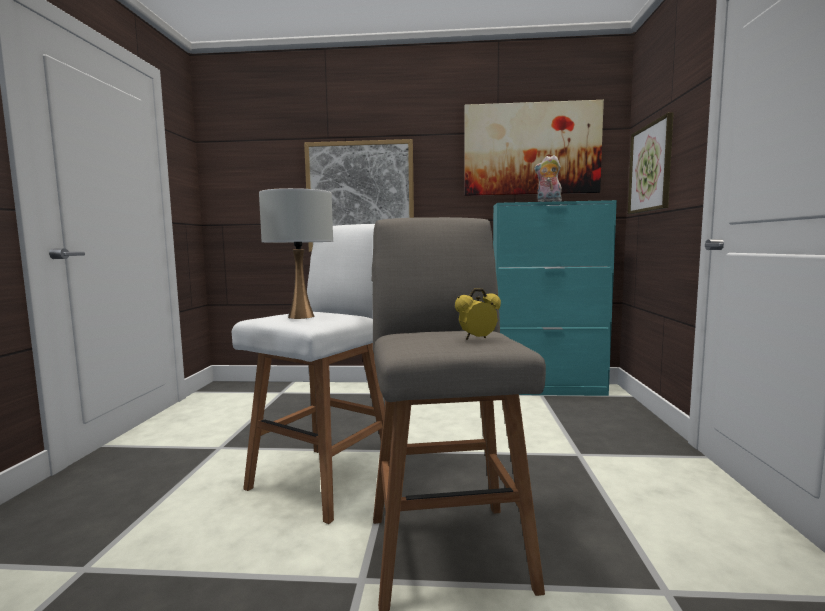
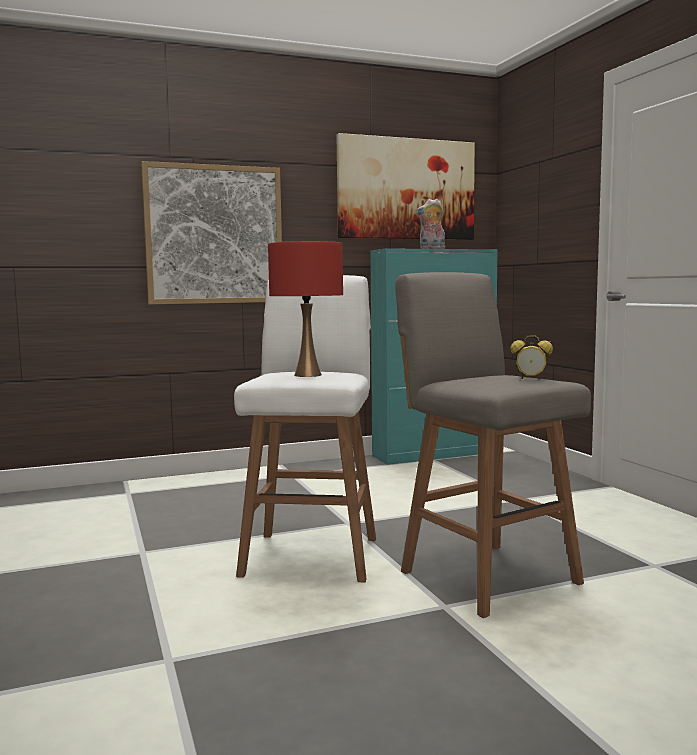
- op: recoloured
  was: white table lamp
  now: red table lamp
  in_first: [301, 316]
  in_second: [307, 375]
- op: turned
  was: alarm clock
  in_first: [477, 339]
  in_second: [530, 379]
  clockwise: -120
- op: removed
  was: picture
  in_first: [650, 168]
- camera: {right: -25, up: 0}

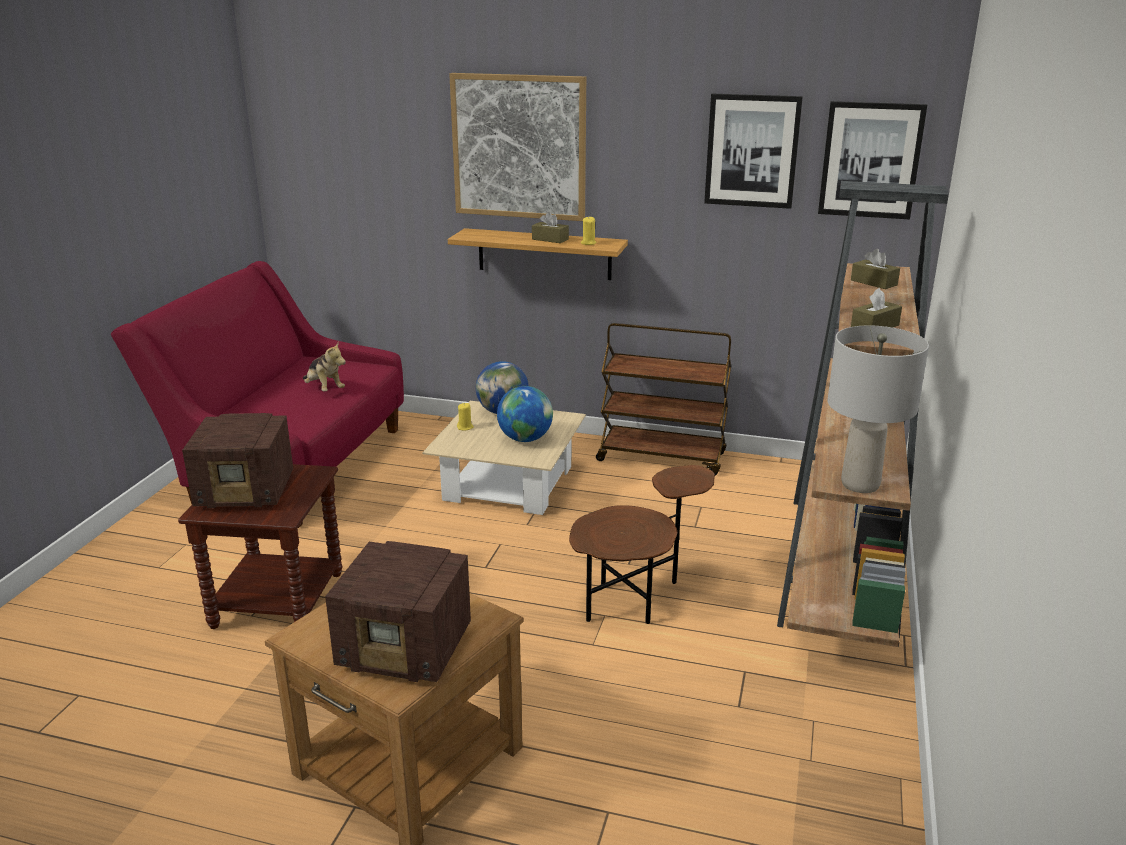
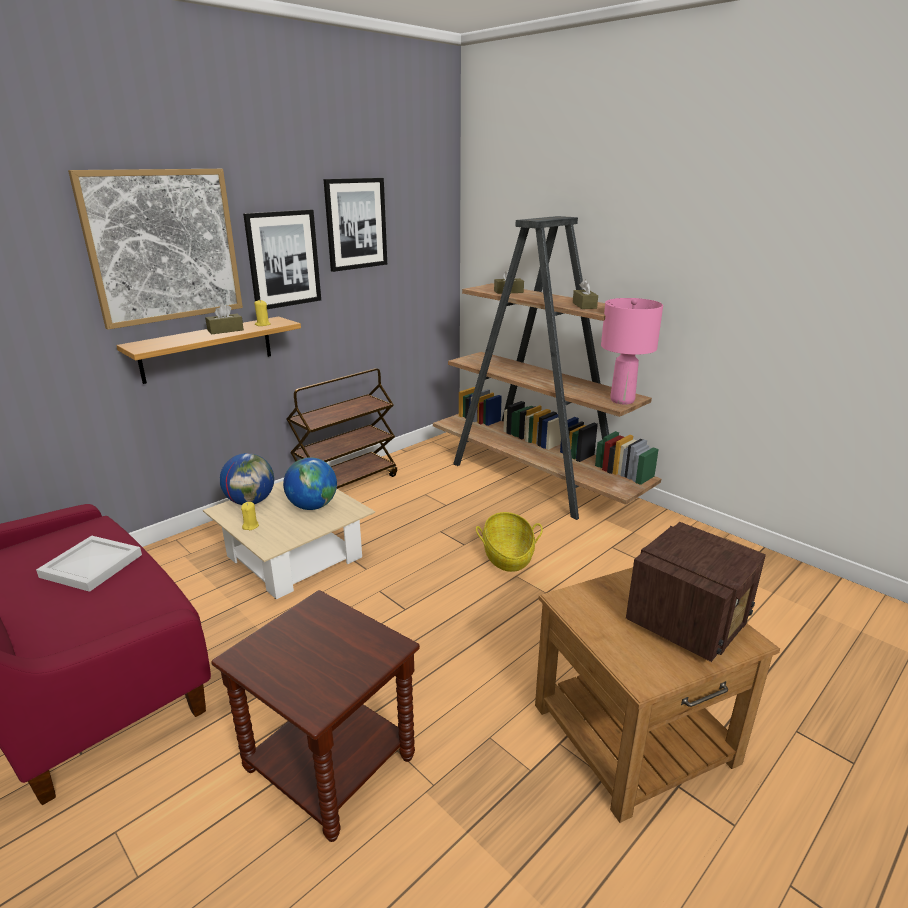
- op: replaced
  was: plush toy
  now: white tray
  in_first: [324, 389]
  in_second: [90, 566]
- op: moved
  was: picture
  in_first: [870, 160]
  in_second: [283, 259]
- op: replaced
  was: brown side table
  now: basket
  in_first: [637, 598]
  in_second: [507, 556]
- op: recoloured
  was: grey table lamp
  now: pink table lamp
  in_first: [860, 484]
  in_second: [622, 400]
- op: removed
  was: radio
  in_first: [247, 492]
- camera: {right: -60, up: 0}

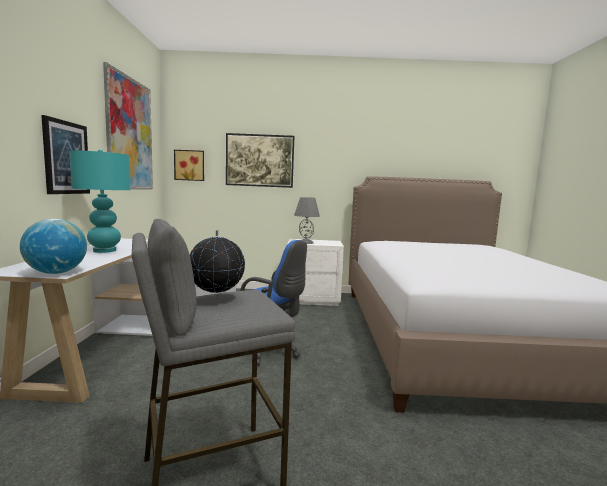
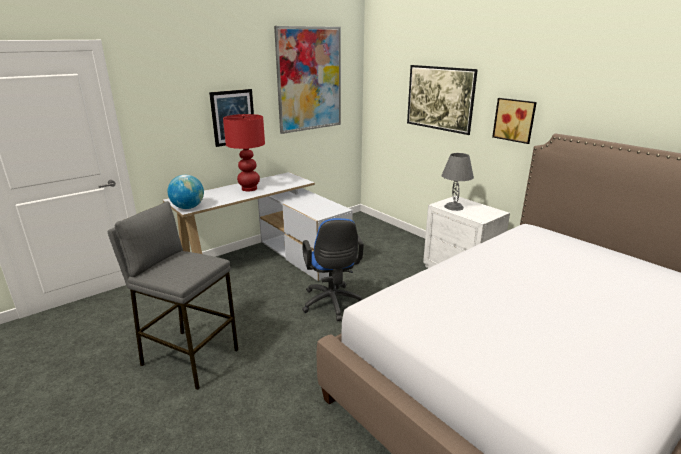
- op: recoloured
  was: turquoise table lamp
  now: red table lamp
  in_first: [105, 251]
  in_second: [249, 189]
- op: moved
  was: picture
  in_first: [189, 165]
  in_second: [515, 120]
- op: removed
  was: globe
  in_first: [216, 299]
- camera: {right: 50, up: 15}

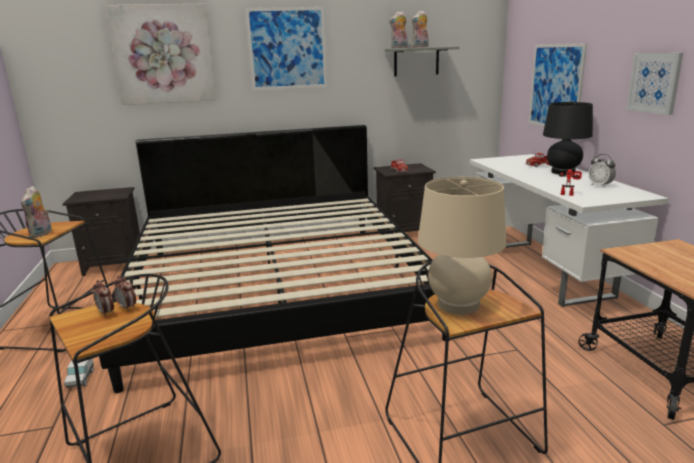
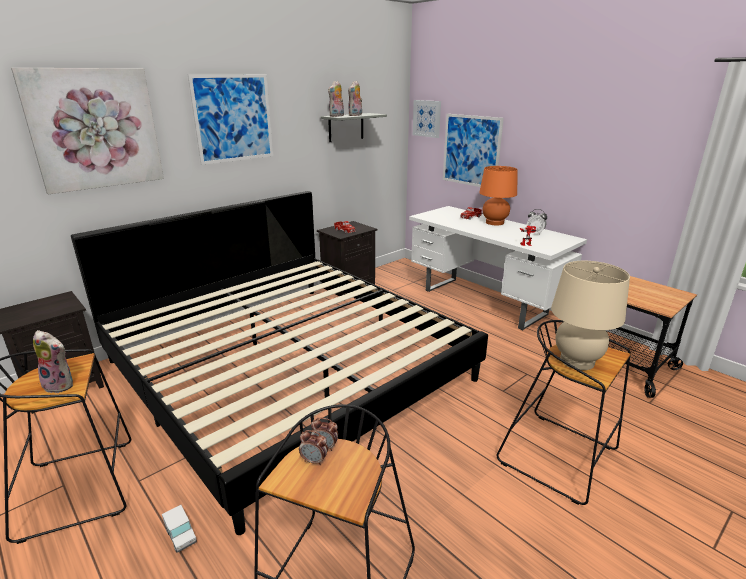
- op: turned
  was: plush toy
  in_first: [41, 234]
  in_second: [61, 385]
  clockwise: -45
- op: moved
  was: picture
  in_first: [654, 82]
  in_second: [427, 118]
- op: recoloured
  was: black table lamp
  now: orange table lamp
  in_first: [563, 172]
  in_second: [494, 222]
- camera: {right: -30, up: 5}

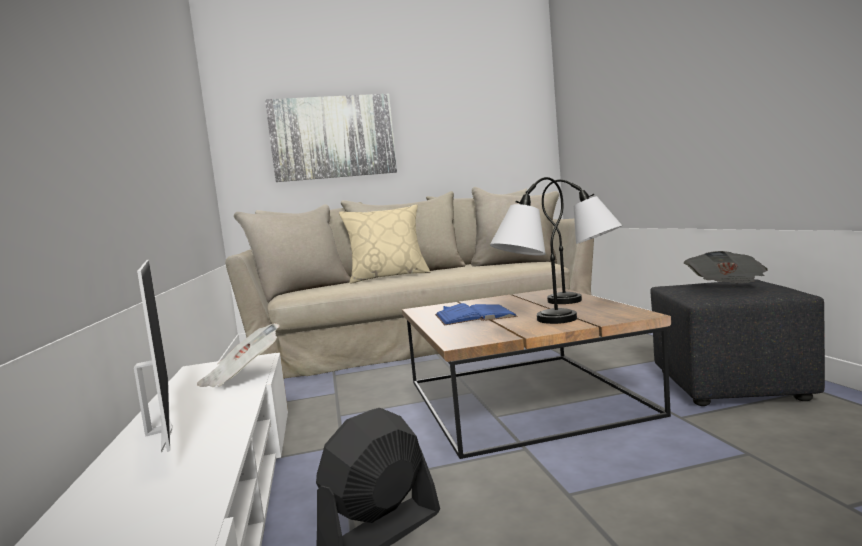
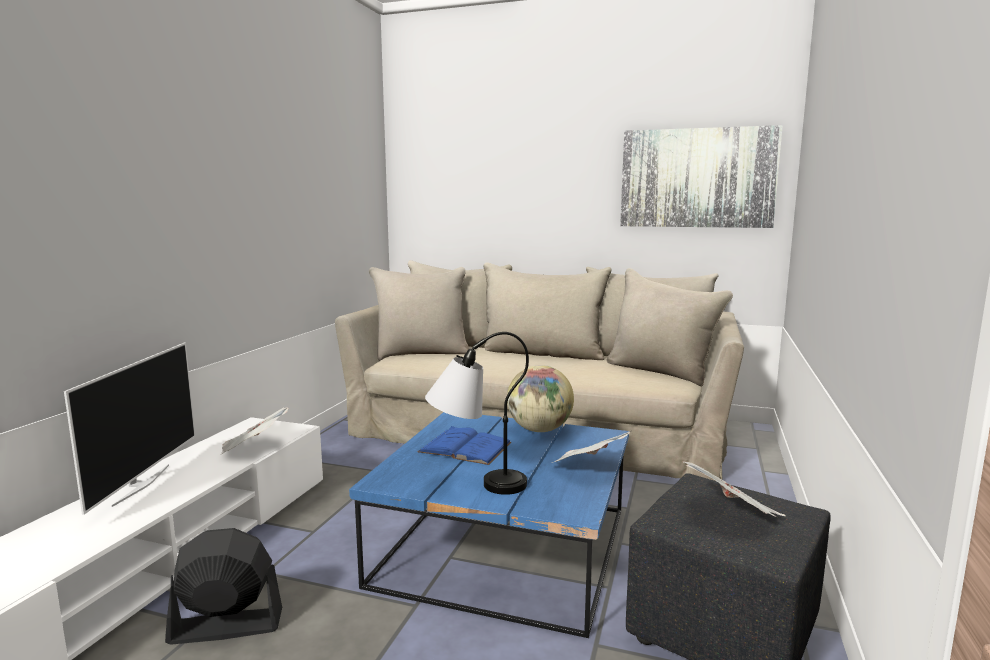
- op: recoloured
  was: brown coffee table
  now: blue coffee table
  in_first: [524, 396]
  in_second: [507, 545]
- op: added
  now: globe
  in_second: [539, 430]
- op: replaced
  was: table lamp
  now: newspaper
  in_first: [586, 301]
  in_second: [589, 468]
- op: moved
  was: picture
  in_first: [333, 137]
  in_second: [697, 178]
- op: removed
  was: beige pillow
  in_first: [388, 277]
- camera: {right: 30, up: 5}

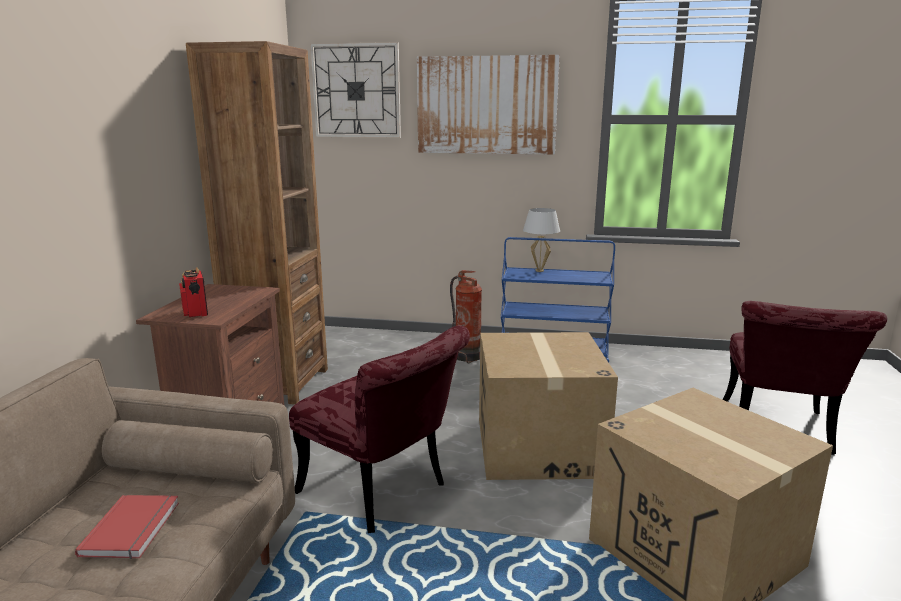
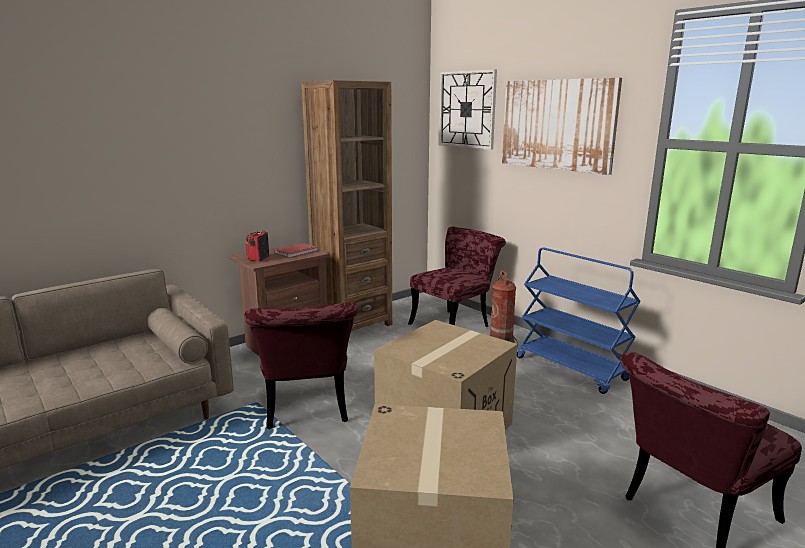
- op: moved
  was: red book
  in_first: [134, 528]
  in_second: [297, 252]
- op: added
  now: red chair
  in_second: [455, 323]
- op: removed
  was: white table lamp
  in_first: [539, 270]
- camera: {right: 40, up: 0}

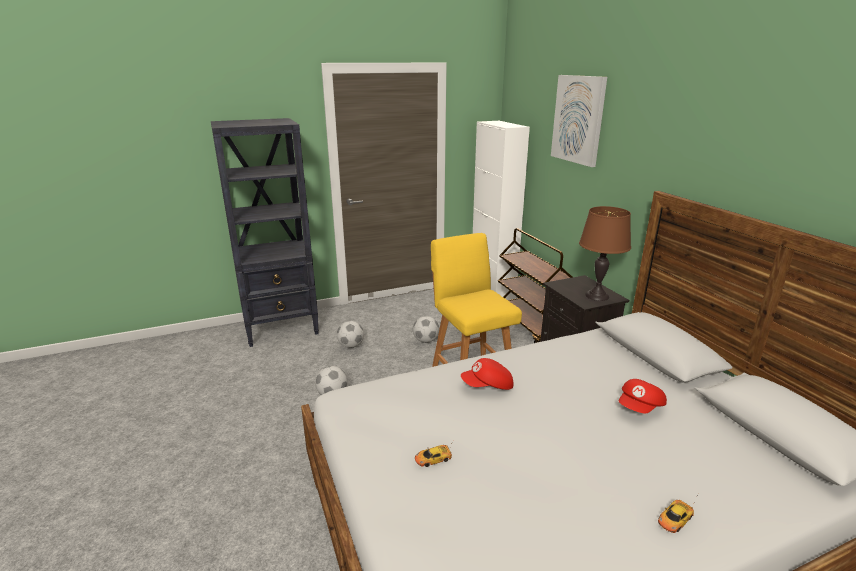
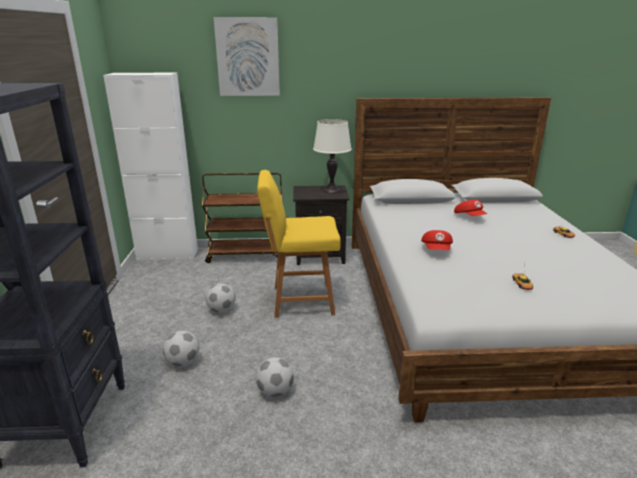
- op: recoloured
  was: brown table lamp
  now: white table lamp
  in_first: [597, 296]
  in_second: [331, 191]
- camera: {right: -70, up: 0}

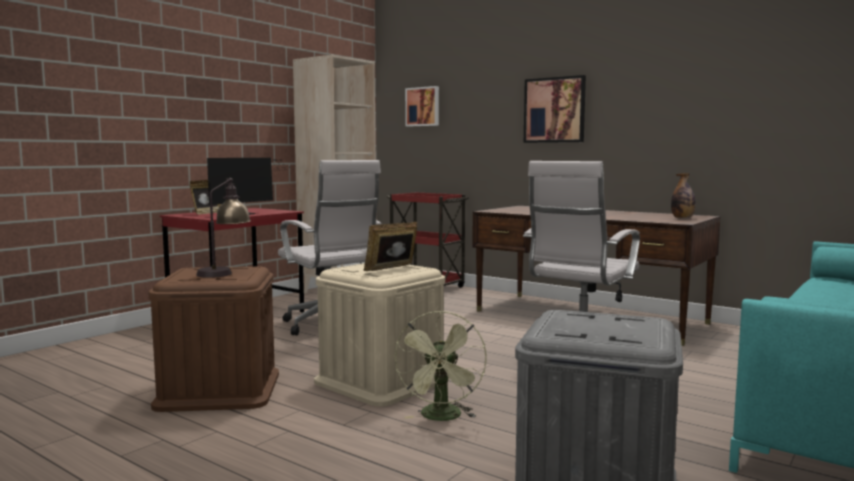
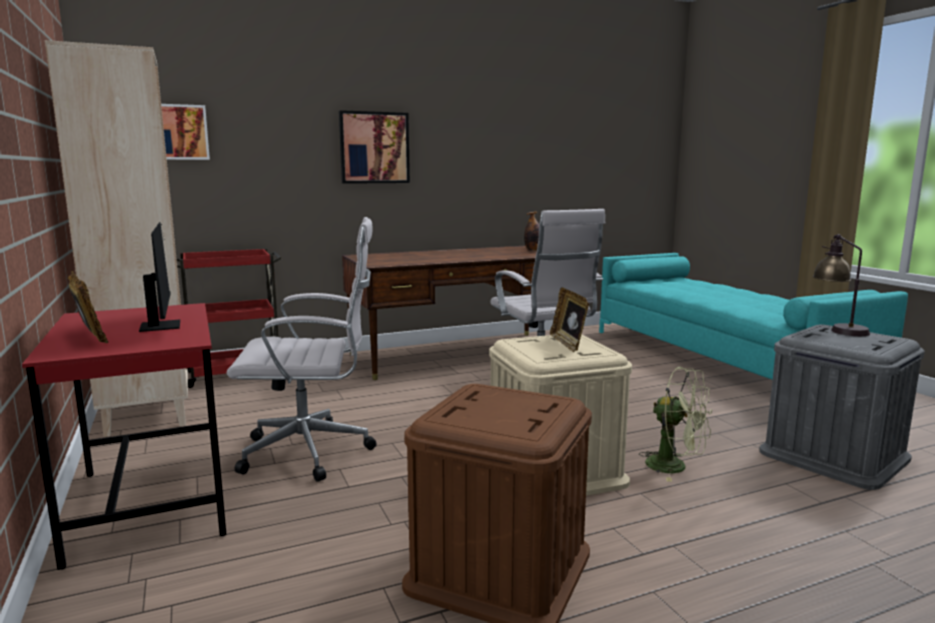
- op: moved
  was: table lamp
  in_first: [225, 272]
  in_second: [837, 329]
- camera: {right: -60, up: 5}

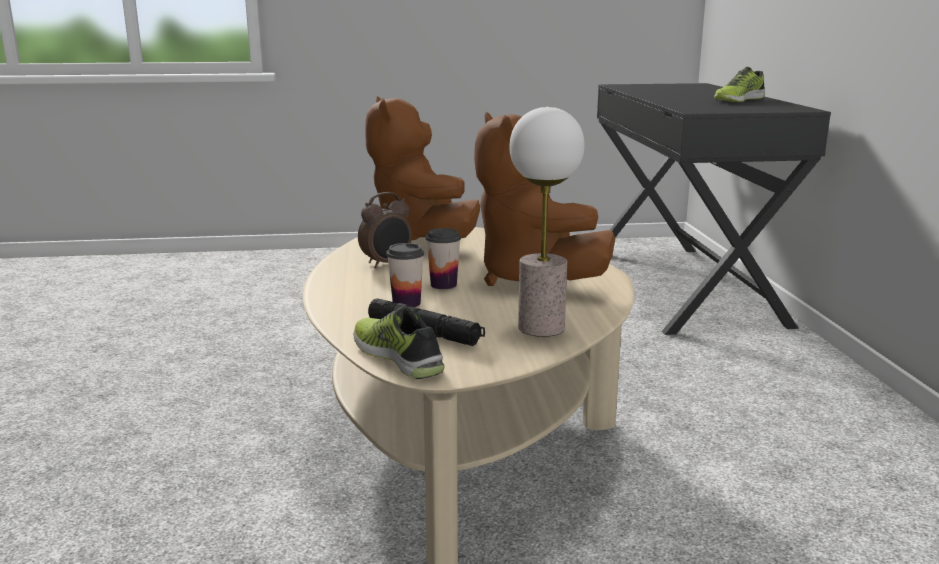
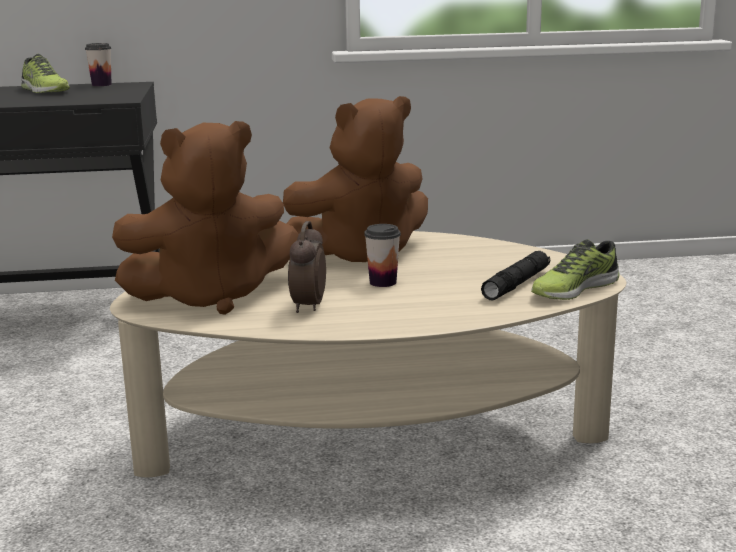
- op: moved
  was: cup
  in_first: [406, 303]
  in_second: [101, 85]
- op: turned
  was: alarm clock
  in_first: [387, 264]
  in_second: [307, 306]
  clockwise: -135
- op: removed
  was: table lamp
  in_first: [540, 327]
- camera: {right: -90, up: 0}

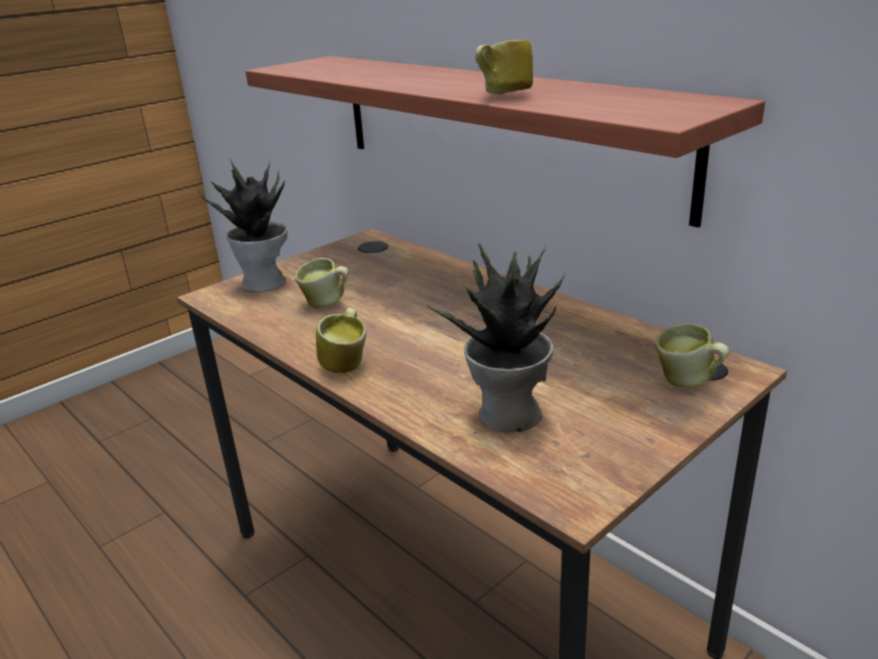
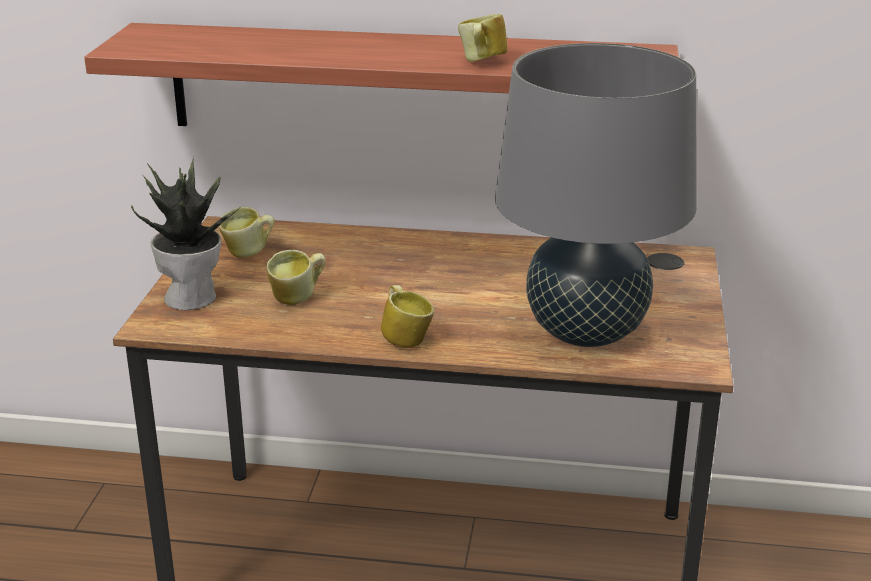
- op: moved
  was: mug
  in_first: [688, 383]
  in_second: [249, 253]
- op: replaced
  was: potted plant
  now: grey table lamp
  in_first: [508, 415]
  in_second: [586, 332]
- camera: {right: -40, up: 0}

